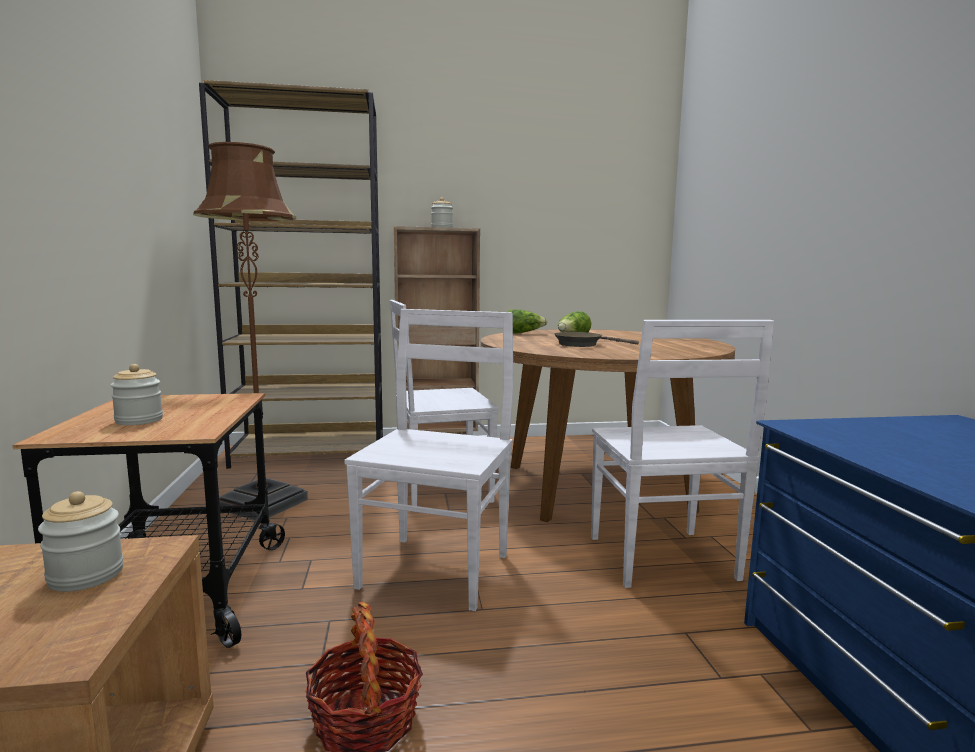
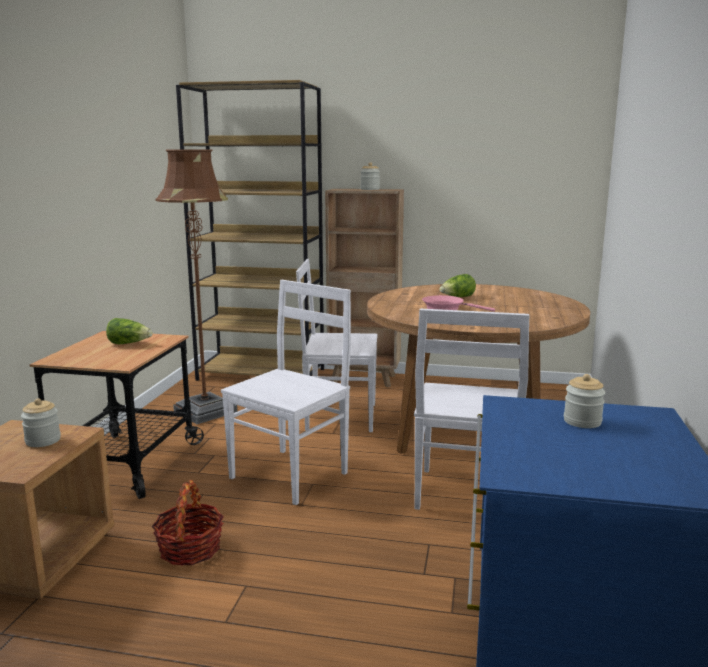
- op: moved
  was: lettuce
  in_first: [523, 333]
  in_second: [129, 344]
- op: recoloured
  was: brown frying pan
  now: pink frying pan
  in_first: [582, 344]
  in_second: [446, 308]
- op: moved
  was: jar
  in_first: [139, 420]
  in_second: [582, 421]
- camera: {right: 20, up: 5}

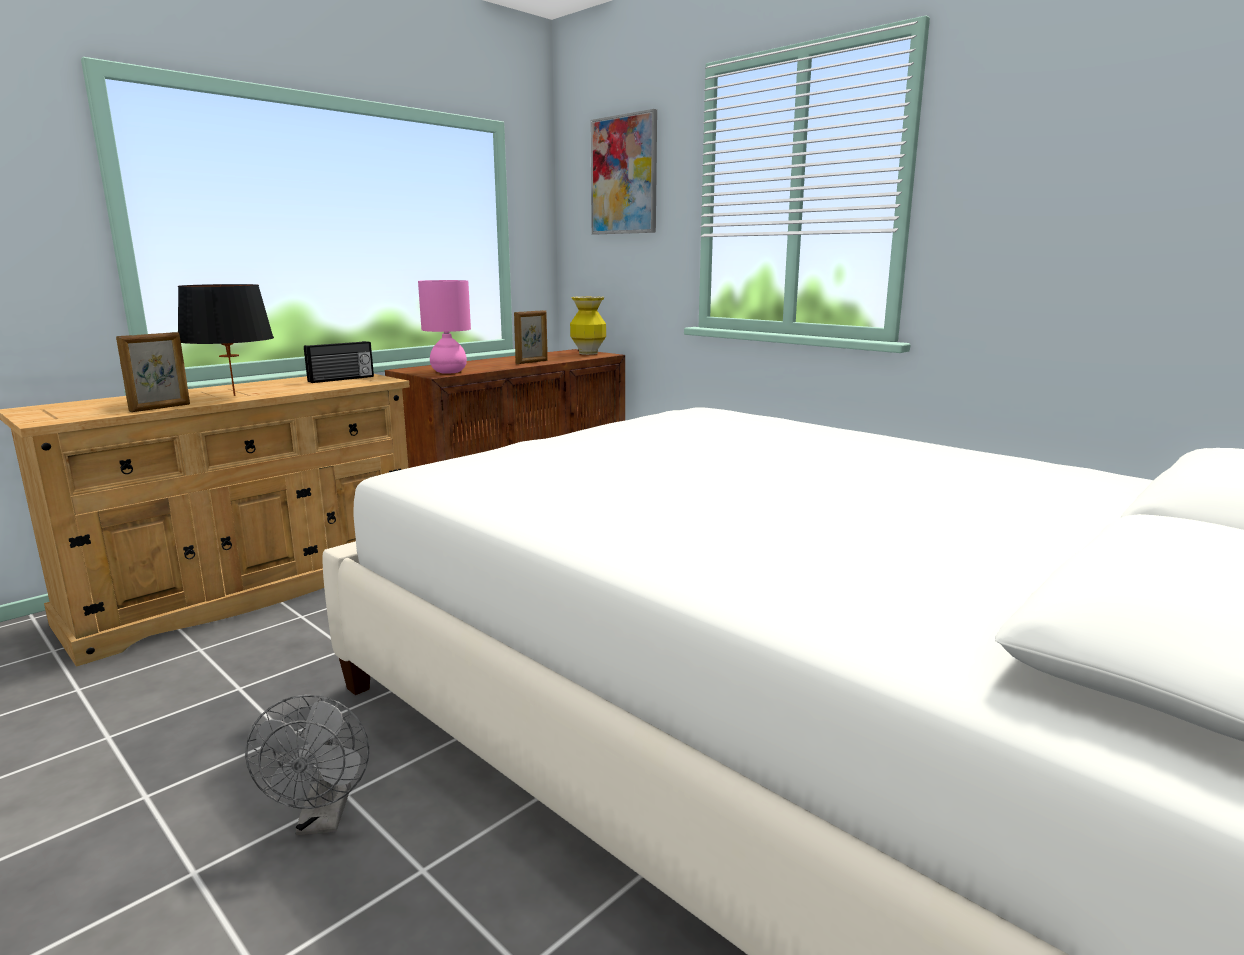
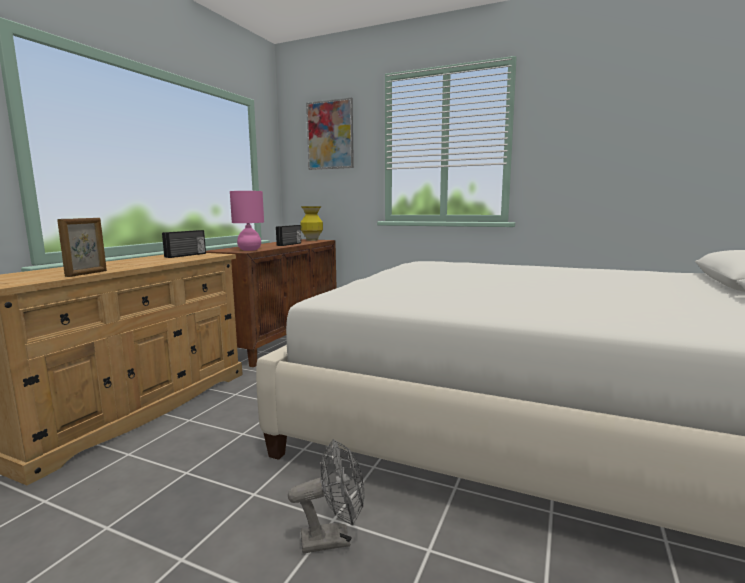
- op: replaced
  was: picture frame
  now: radio
  in_first: [532, 362]
  in_second: [289, 244]
- op: turned
  was: grey fan
  in_first: [323, 820]
  in_second: [333, 539]
  clockwise: -75
- op: removed
  was: black table lamp
  in_first: [234, 395]
- camera: {right: -20, up: -5}

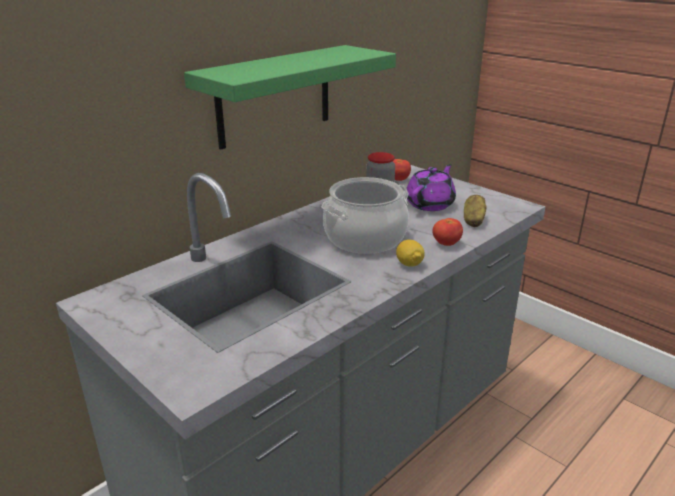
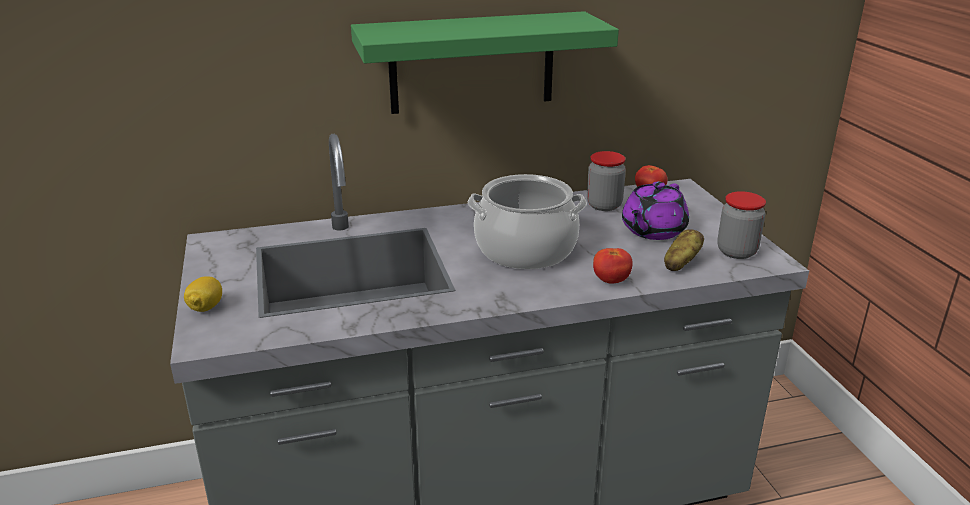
- op: moved
  was: lemon
  in_first: [409, 264]
  in_second: [206, 308]
- op: turned
  was: purple teapot
  in_first: [430, 204]
  in_second: [652, 231]
  clockwise: 150
- op: added
  now: jar
  in_second: [736, 252]
- camera: {right: 30, up: 0}

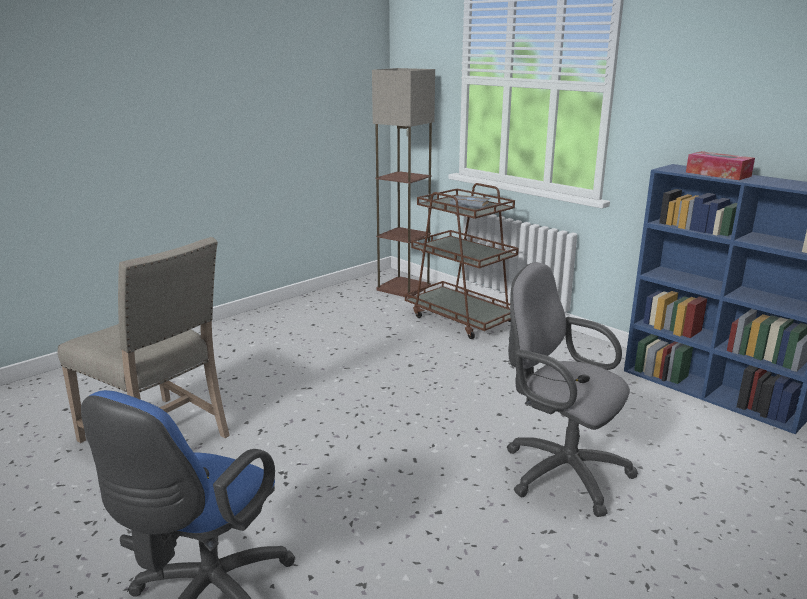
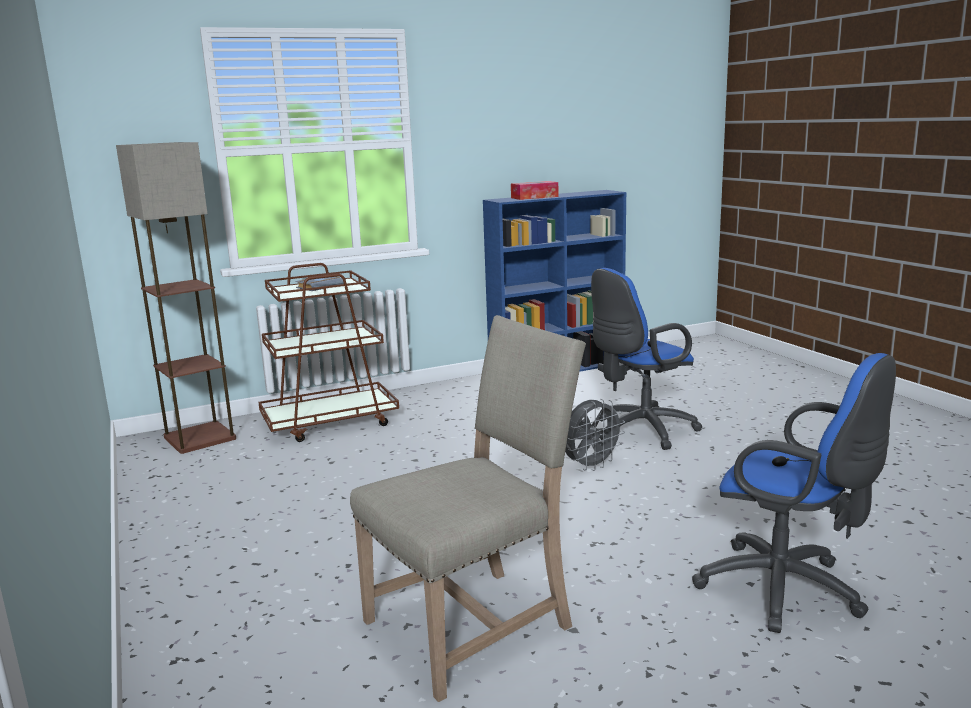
- op: added
  now: grey fan
  in_second: [591, 466]
- op: recoloured
  was: grey office chair
  now: blue office chair
  in_first: [559, 471]
  in_second: [639, 431]
- camera: {right: -70, up: -5}

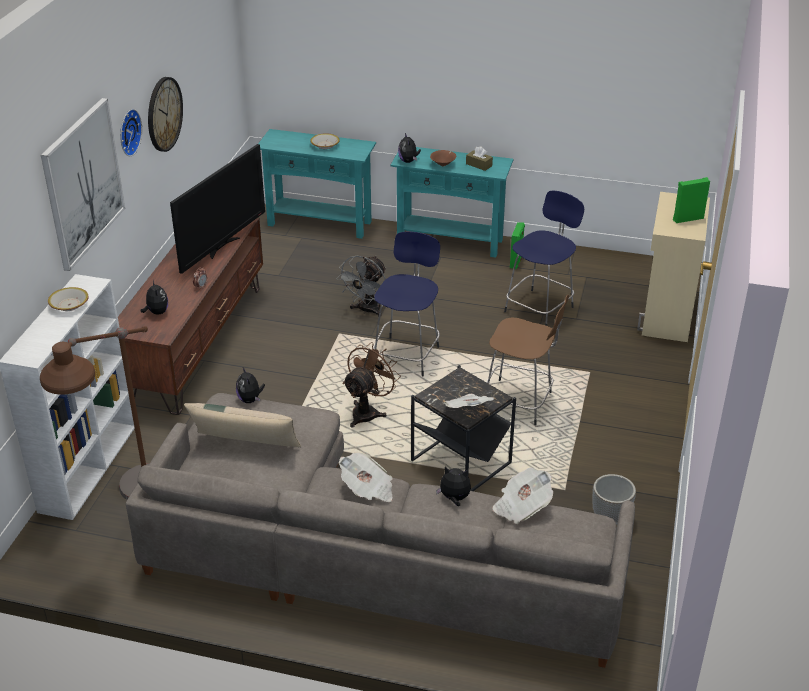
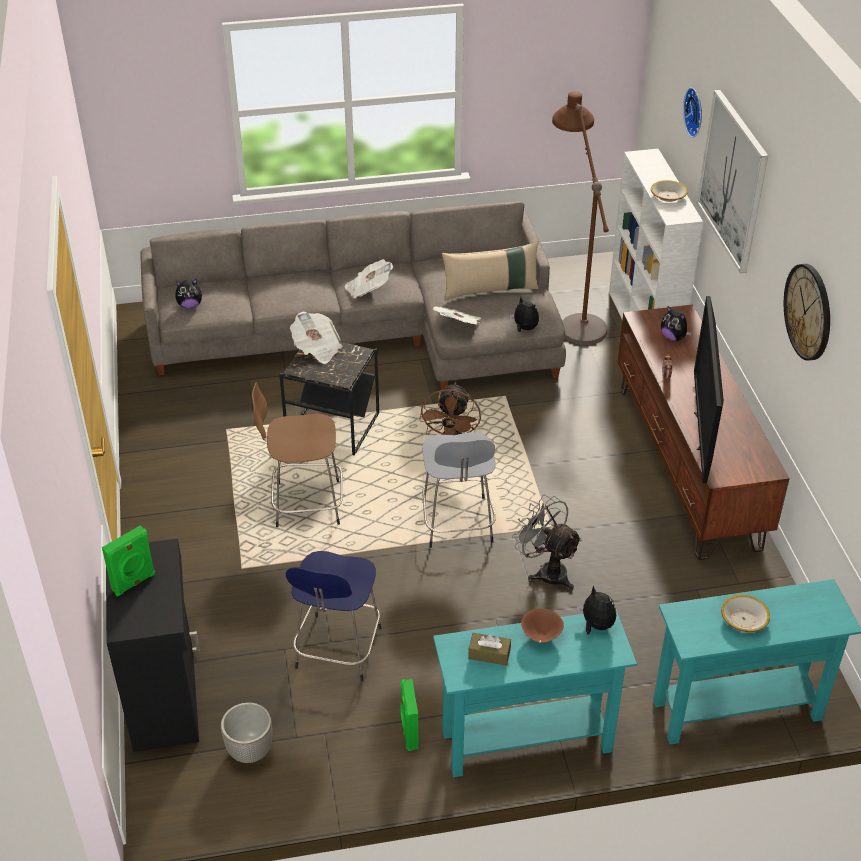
- op: recoloured
  was: beige cabinet
  now: black cabinet
  in_first: [666, 315]
  in_second: [166, 697]
- op: moved
  was: plush toy
  in_first: [454, 499]
  in_second: [190, 305]
- op: moved
  was: planter
  in_first: [609, 517]
  in_second: [250, 751]
- op: recoloured
  was: blue stool
  now: grey stool
  in_first: [407, 355]
  in_second: [457, 525]
- op: moved
  was: newspaper
  in_first: [521, 507]
  in_second: [458, 326]
- op: turned
  was: grey fan
  in_first: [366, 310]
  in_second: [547, 571]
  clockwise: -45
- op: moved
  was: wall clock
  in_first: [127, 132]
  in_second: [696, 112]
- camera: {right: 155, up: 5}

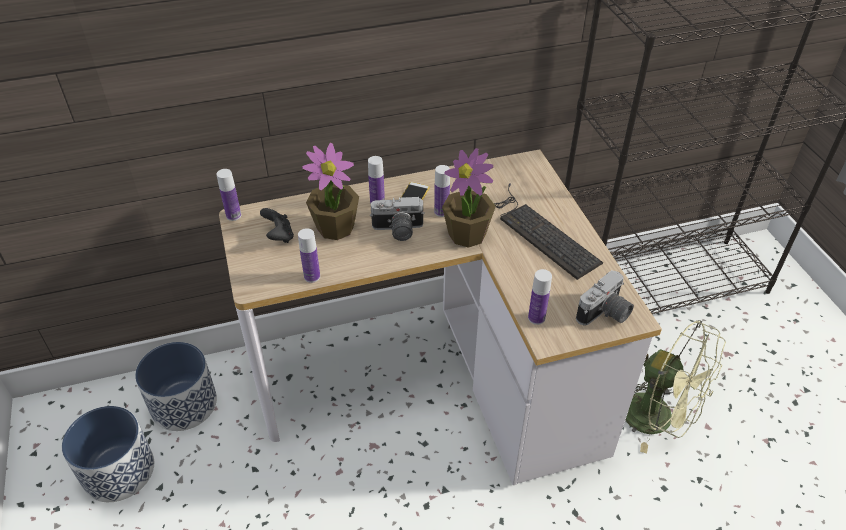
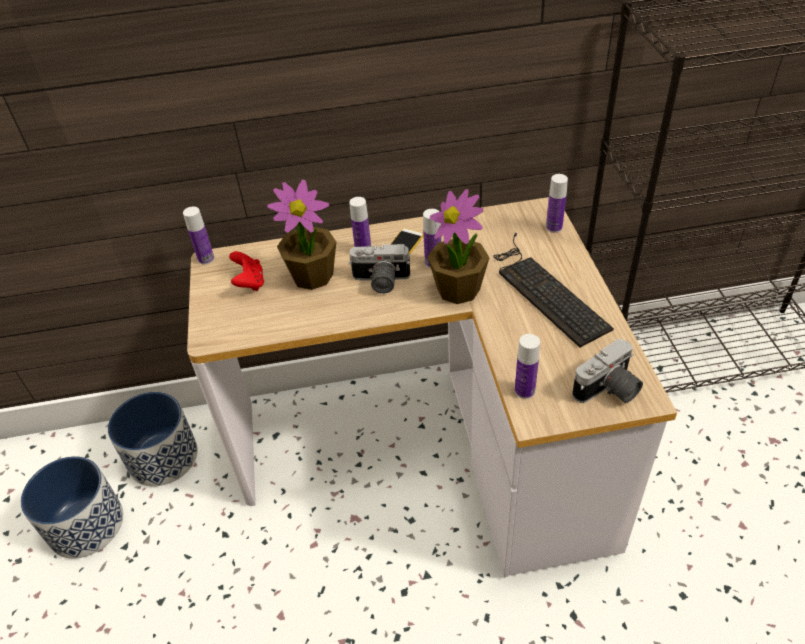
- op: recoloured
  was: black game controller
  now: red game controller
  in_first: [279, 236]
  in_second: [249, 283]
- op: moved
  was: bottle
  in_first: [312, 276]
  in_second: [554, 227]
- op: removed
  was: green fan
  in_first: [658, 419]
- camera: {right: 10, up: 0}

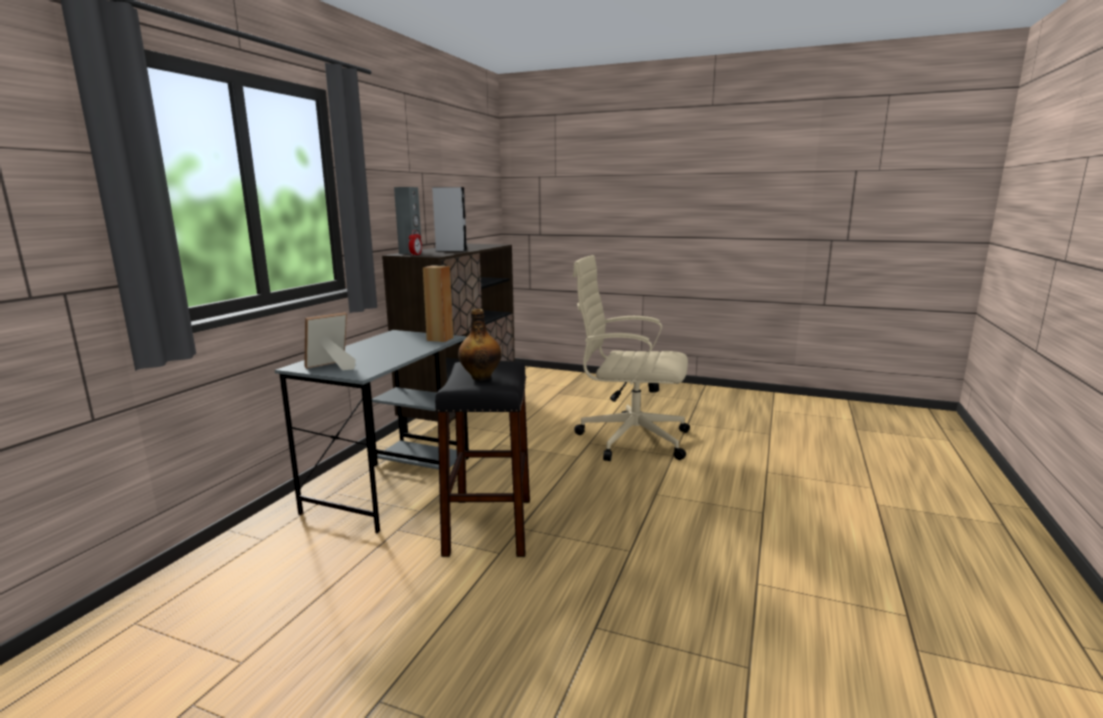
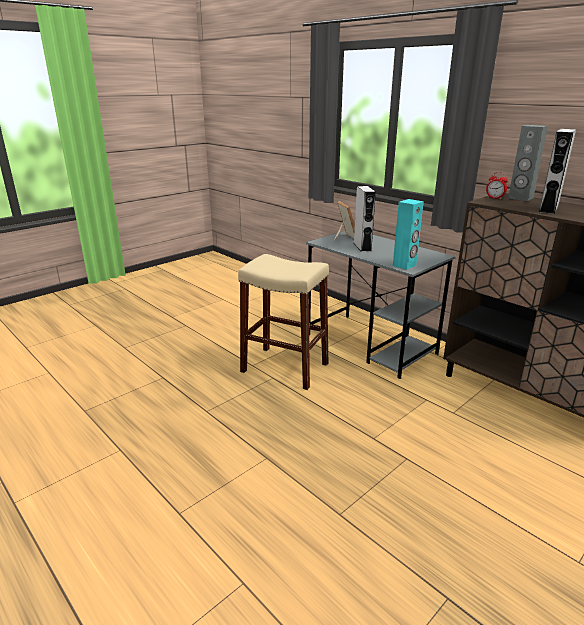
- op: recoloured
  was: black stool
  now: beige stool
  in_first: [489, 526]
  in_second: [284, 367]
- op: added
  now: grey speaker
  in_second: [362, 247]
- op: recoloured
  was: brown speaker
  now: turquoise speaker
  in_first: [440, 339]
  in_second: [404, 265]
- op: removed
  was: bottle
  in_first: [481, 377]
- op: removed
  was: beige office chair
  in_first: [629, 439]
- camera: {right: 115, up: 10}

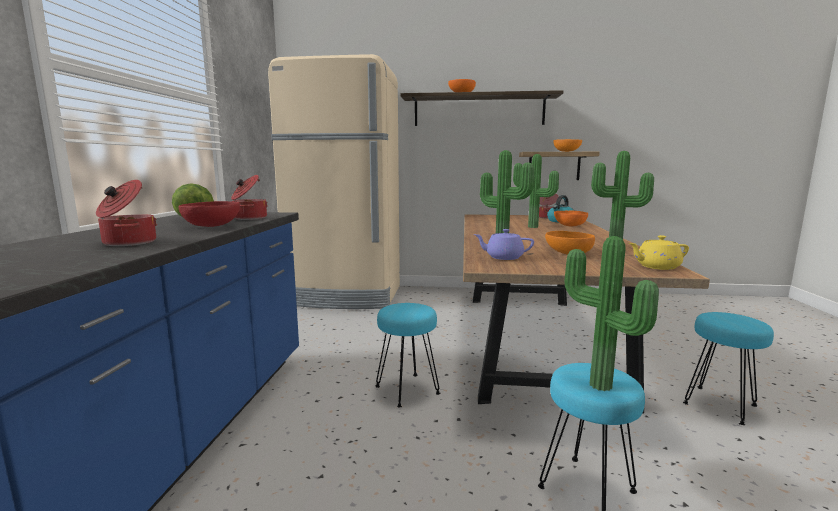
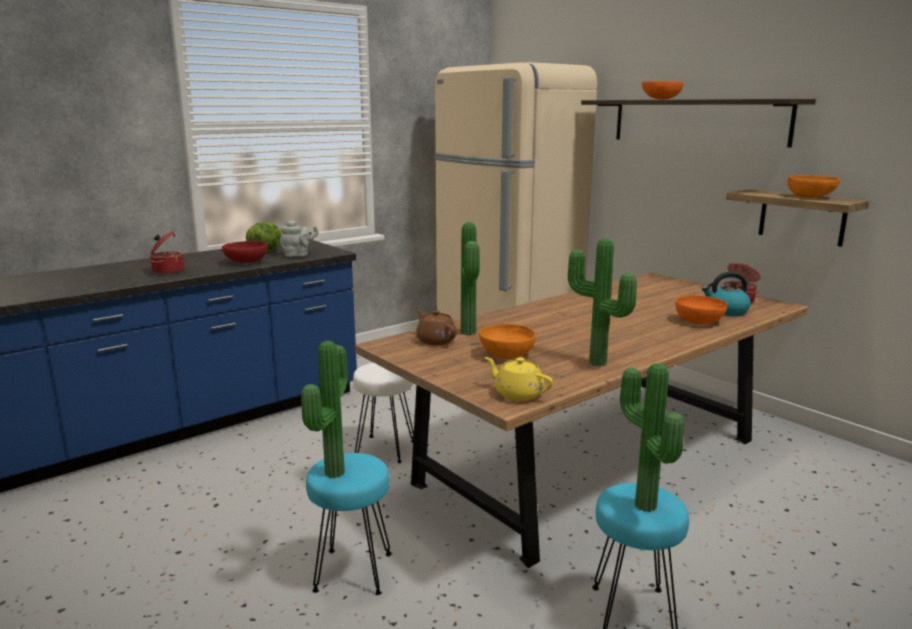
- op: replaced
  was: cooking pot
  now: grey teapot
  in_first: [249, 218]
  in_second: [298, 255]
- op: recoloured
  was: turquoise stool
  now: white stool
  in_first: [407, 389]
  in_second: [385, 449]
- op: recoloured
  was: purple teapot
  now: brown teapot
  in_first: [503, 257]
  in_second: [435, 340]
- op: moved
  was: potted plant
  in_first: [532, 227]
  in_second: [642, 506]
- camera: {right: 45, up: 5}

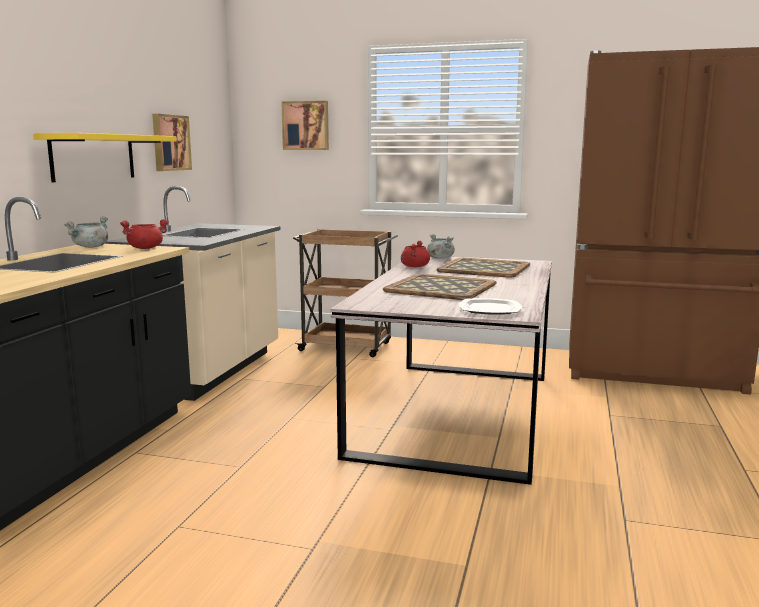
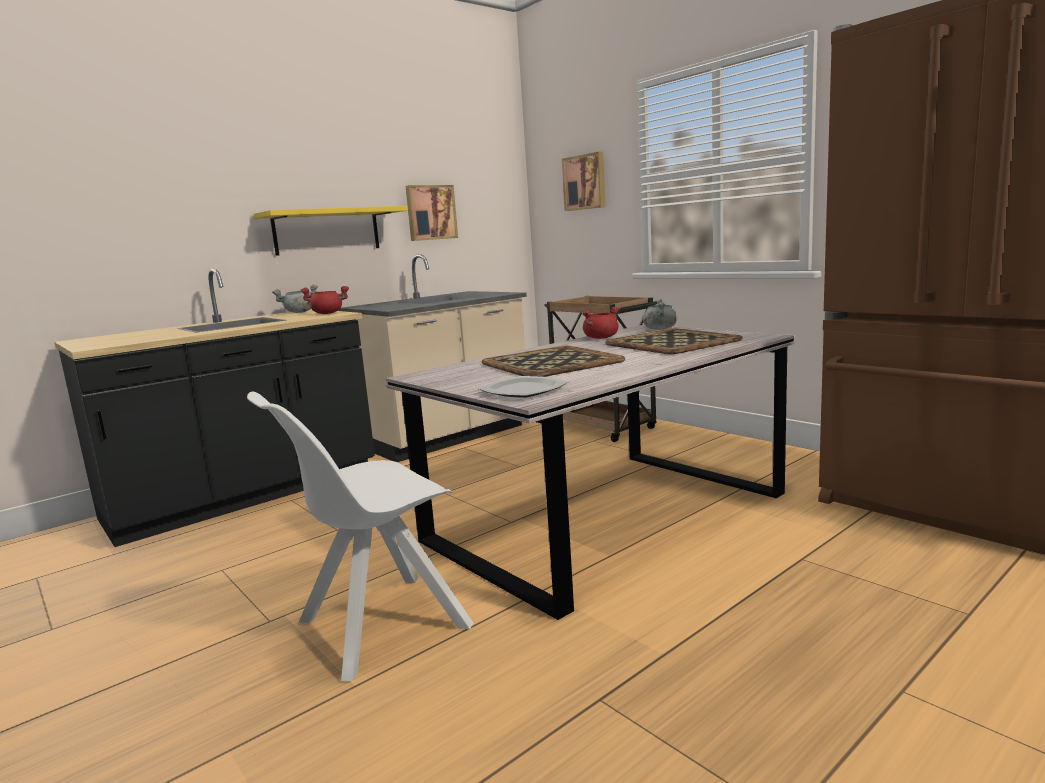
- op: added
  now: white chair
  in_second: [379, 626]
- camera: {right: 35, up: 0}

